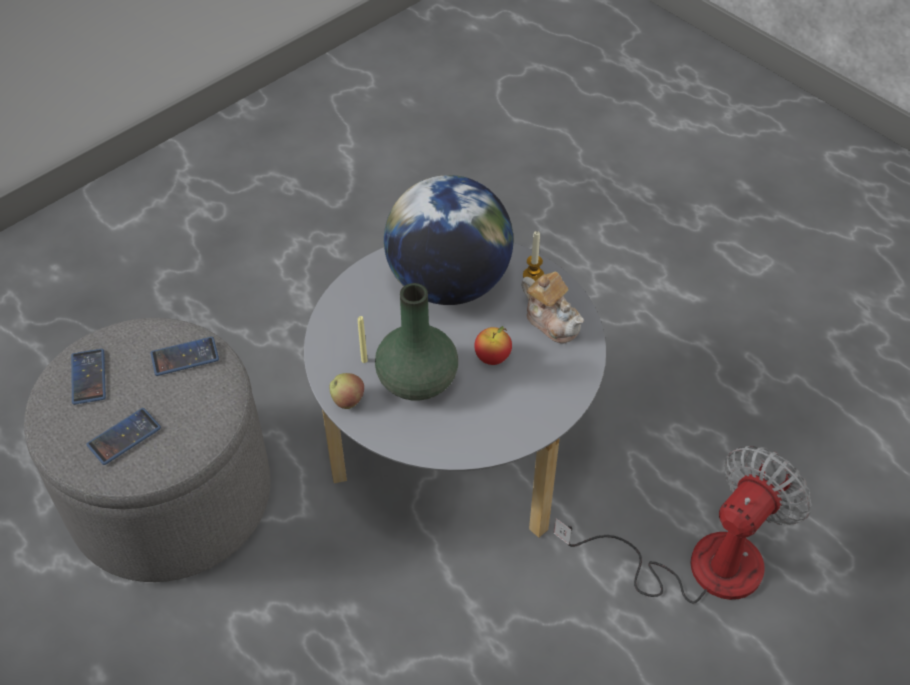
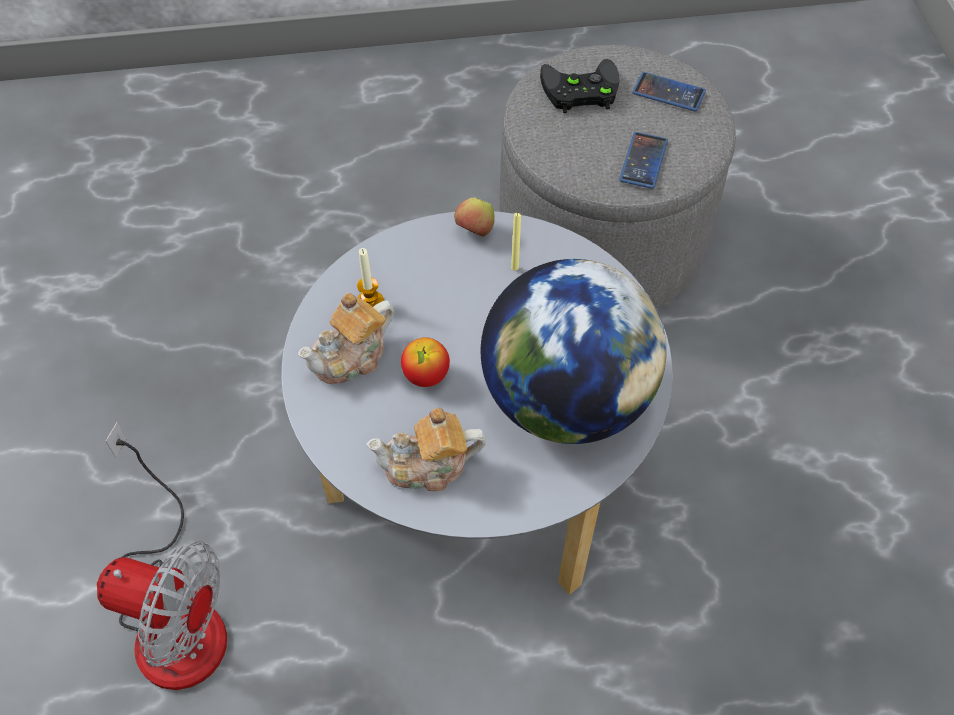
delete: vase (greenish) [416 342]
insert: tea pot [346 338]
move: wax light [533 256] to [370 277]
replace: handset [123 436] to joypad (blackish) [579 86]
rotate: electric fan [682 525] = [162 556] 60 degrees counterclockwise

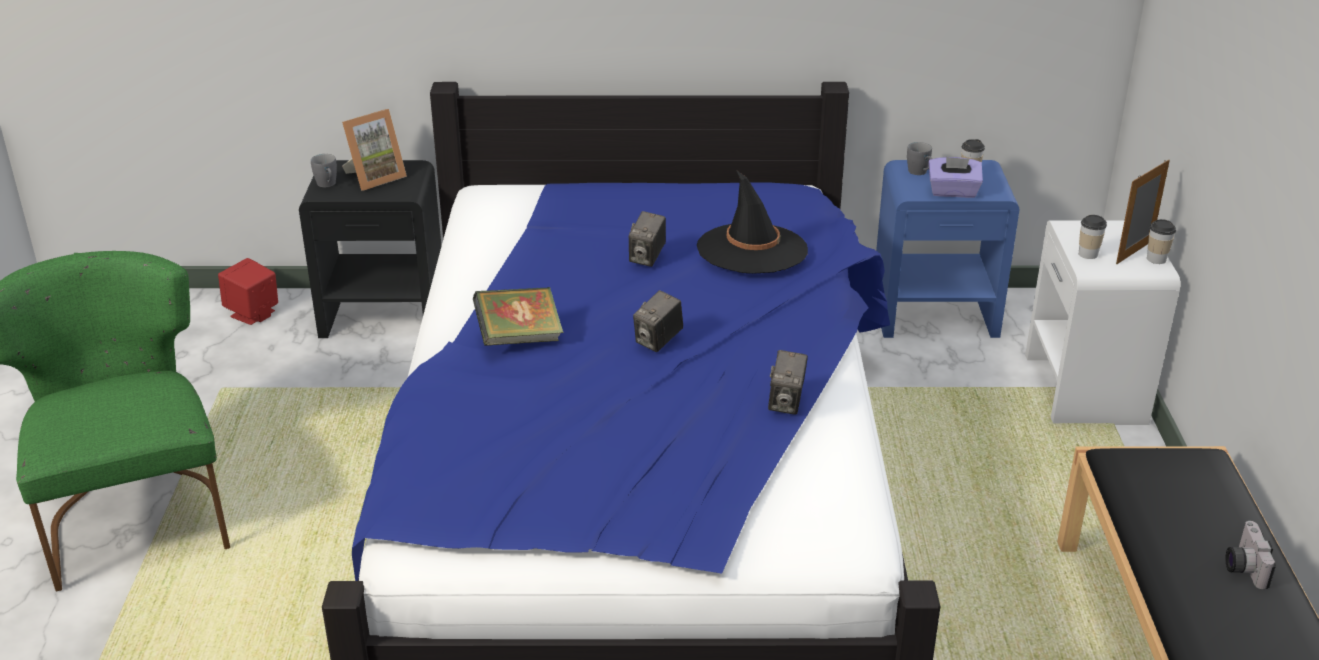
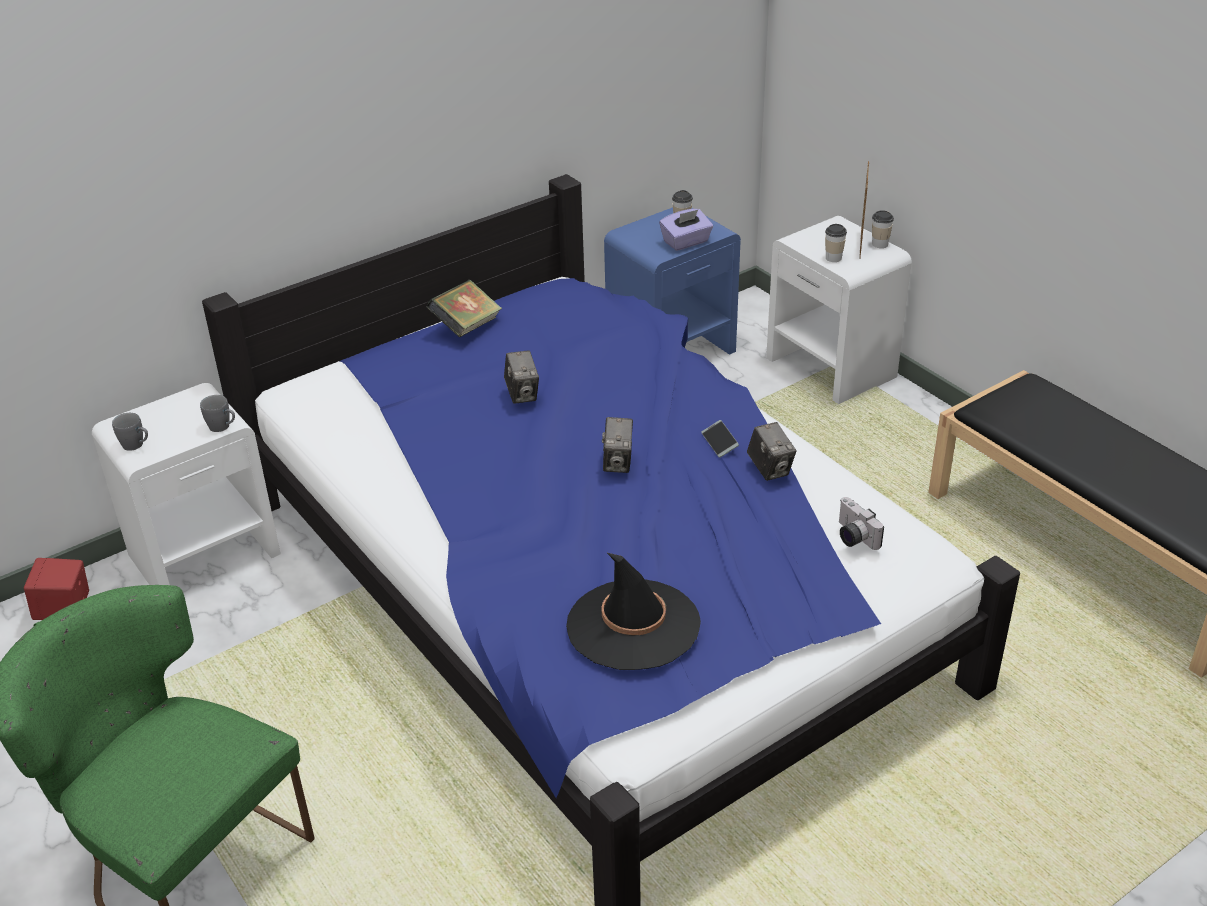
delete: photo frame [374 150]
insert: handset [720 439]
move: coffee mug (grey) [919 158] to [217 413]; bound book [518 316] to [464 308]; clothing hat (blackish) [752 222] to [633 611]; still camera [1250 555] to [861 523]
recolor: bedside table (blackish) [370 249] to bedside table (white) [186 484]

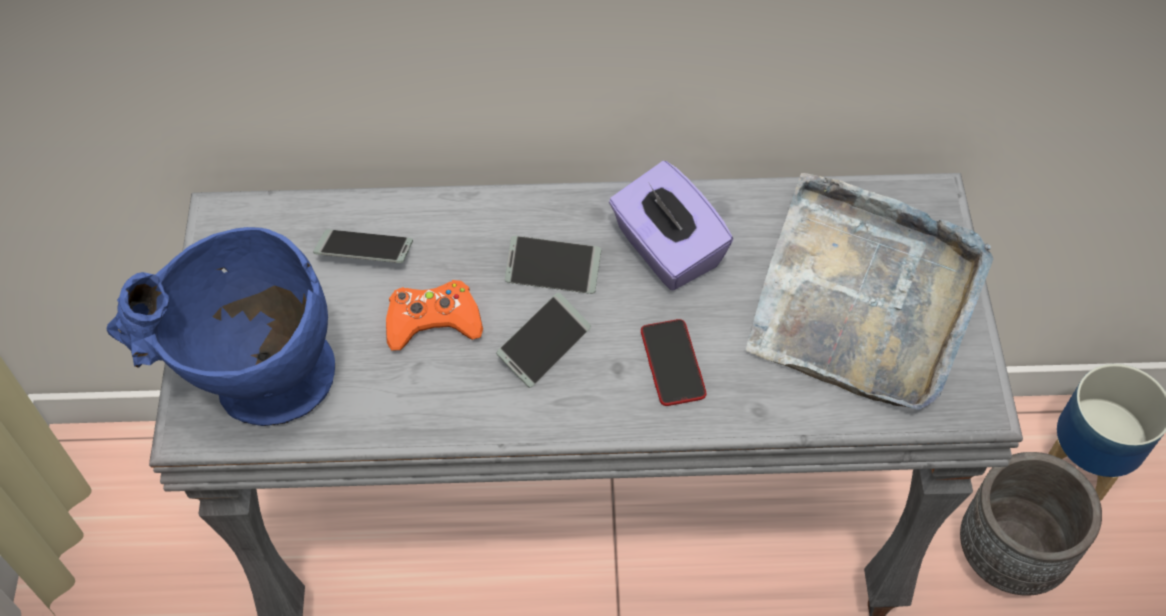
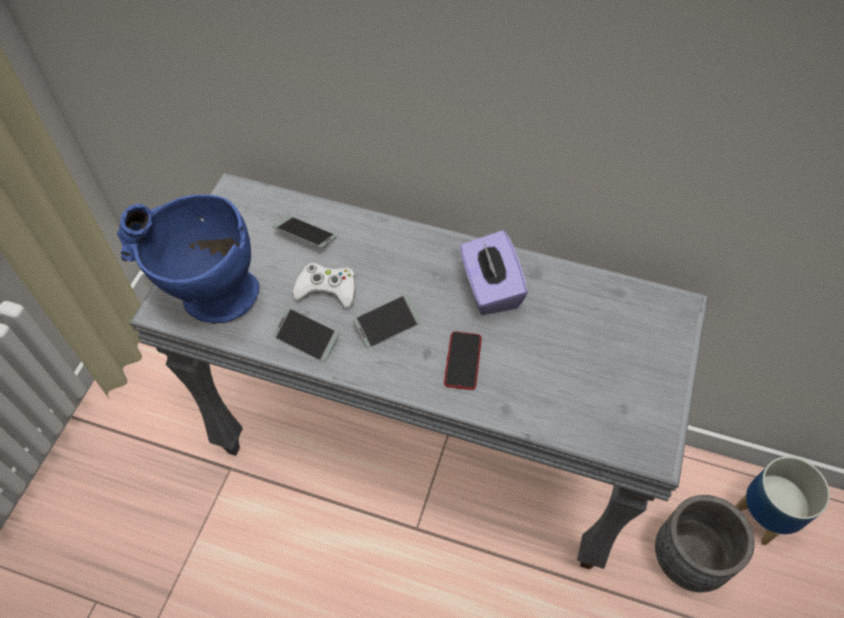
delete: tray (grey) [870 291]
move: handset [553 265] to [306 335]
recolor: joypad (orange) [434 315] to joypad (white) [324 285]

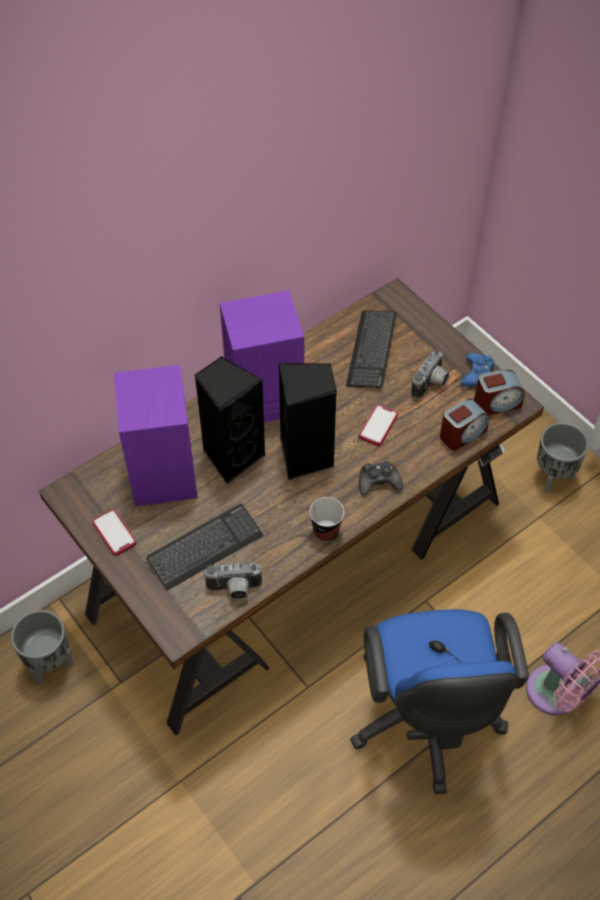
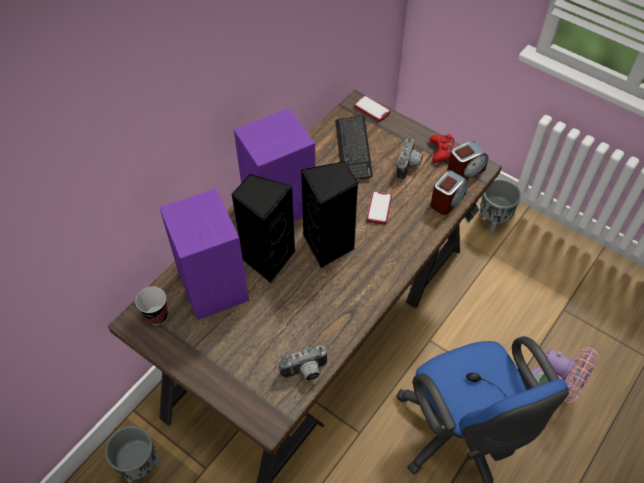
delete: computer keyboard [204 547]; joypad (blackish) [381 478]
move: cup [326 519] to [151 305]; handset [114 533] to [372 109]
recolor: joypad (bluish) [477 370] to joypad (red) [441 148]

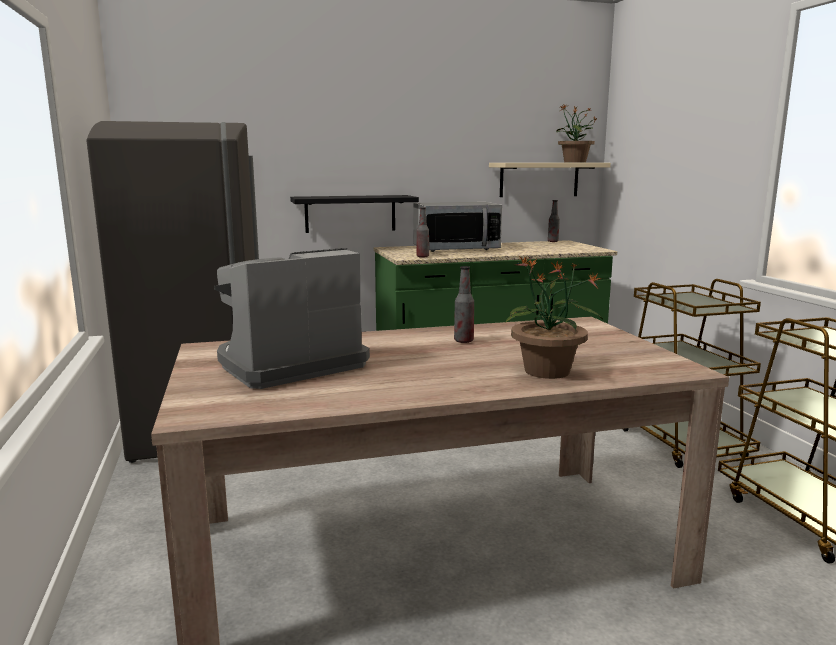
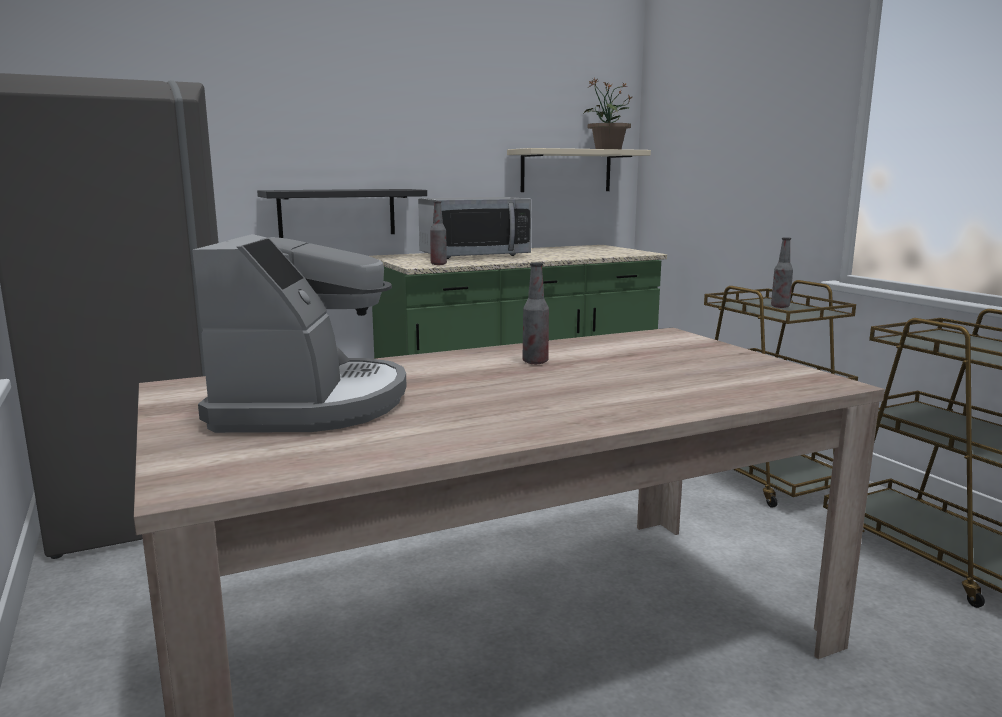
delete: houseplant [554 318]
move: drink bottle [554 221] to [782 272]
rotate: coffee machine [292 318] = [299 333] 135 degrees clockwise

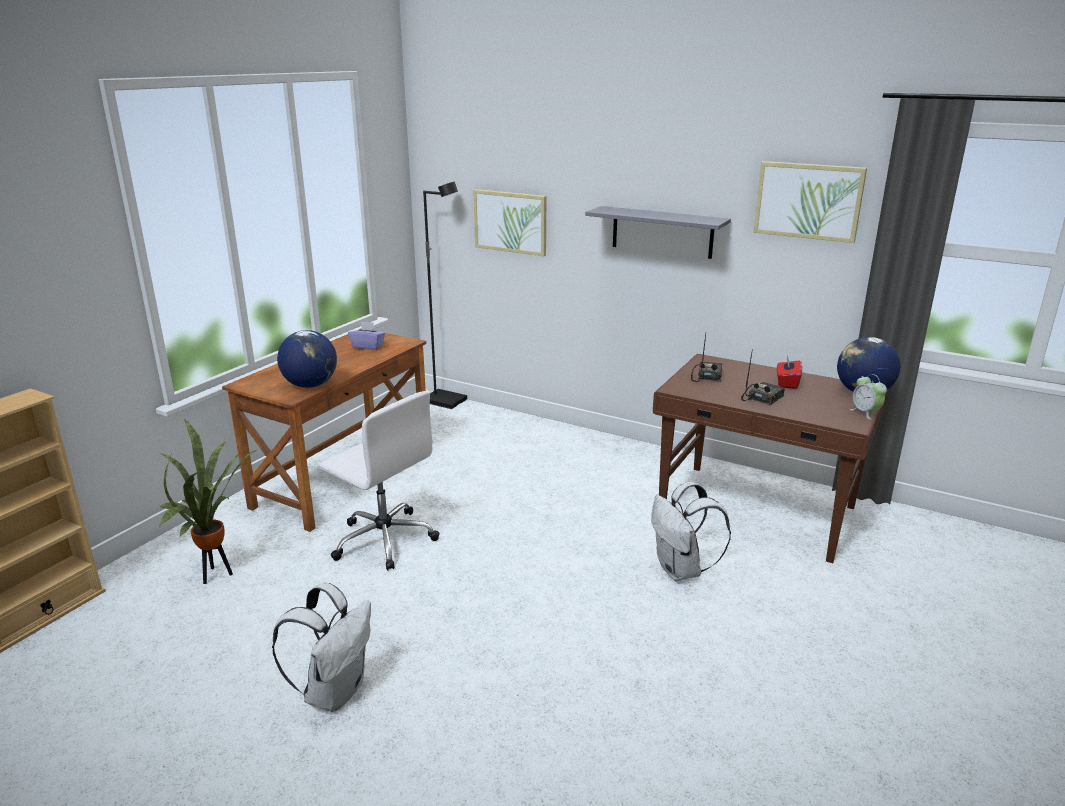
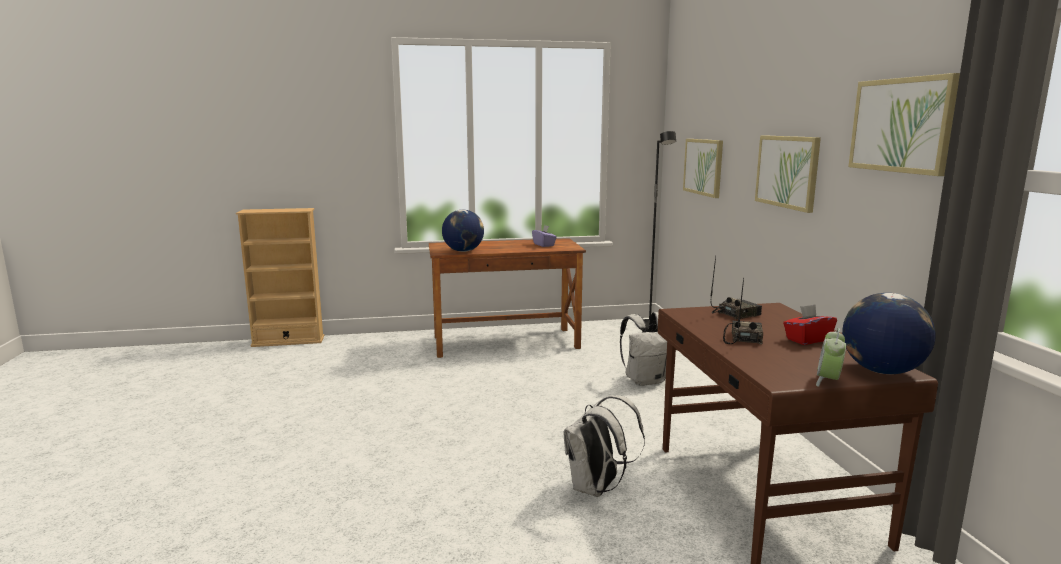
delete: houseplant [208 502]; desk chair (white) [379 481]
move: rucksack (white) [321 647] to [643 349]
replace: bracket shelf (grey) [658 232] to wall picture [788 174]
rotate: radio set [763 377] = [743 311] 75 degrees counterclockwise

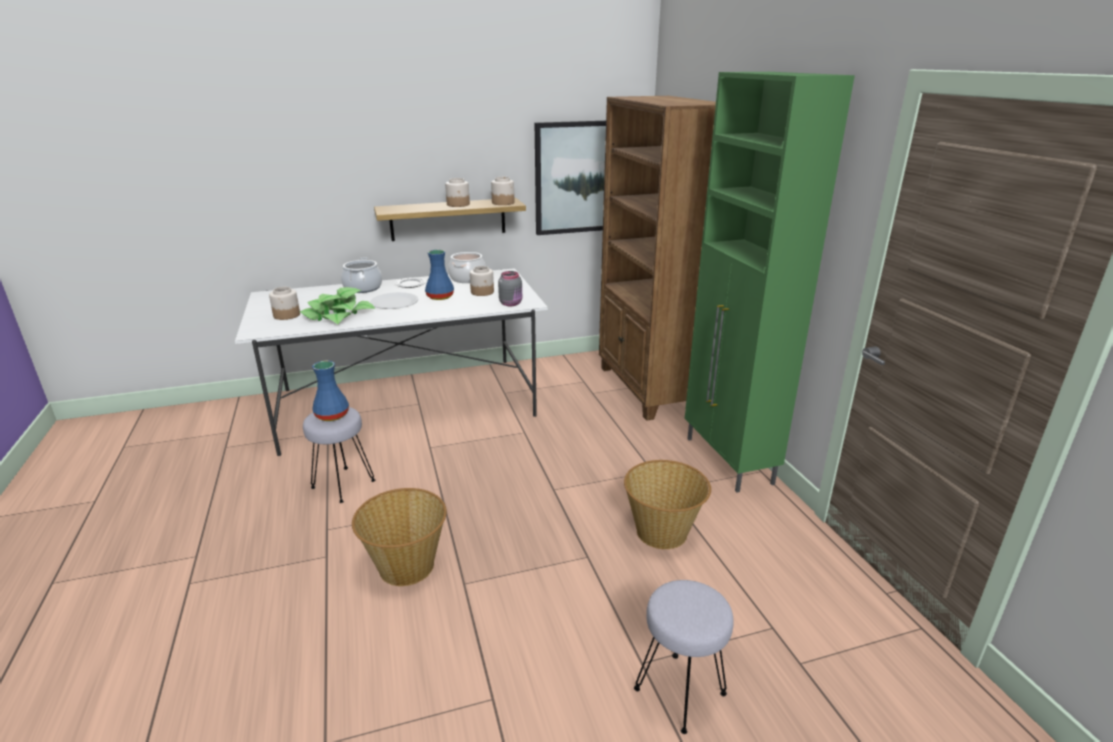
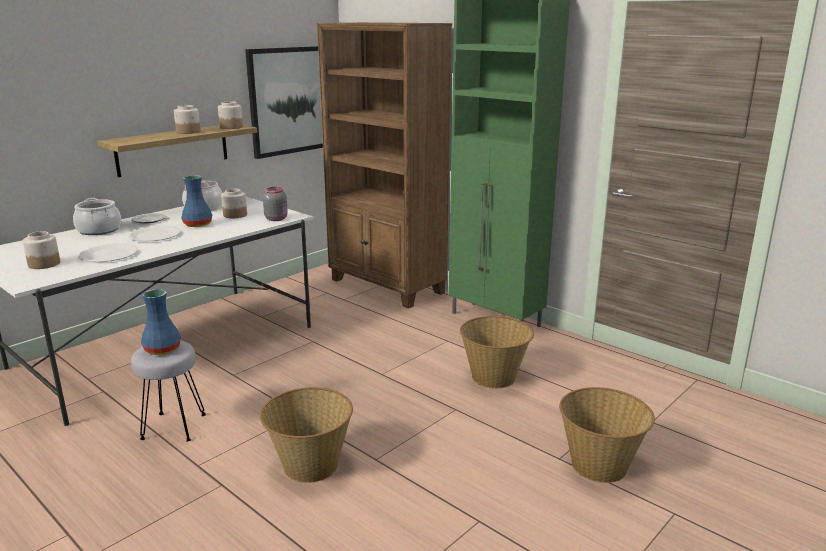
replace: houseplant [337 305] to dinner plate (white) [108 253]; sitting stool (grey) [684 657] to household basket [607 435]

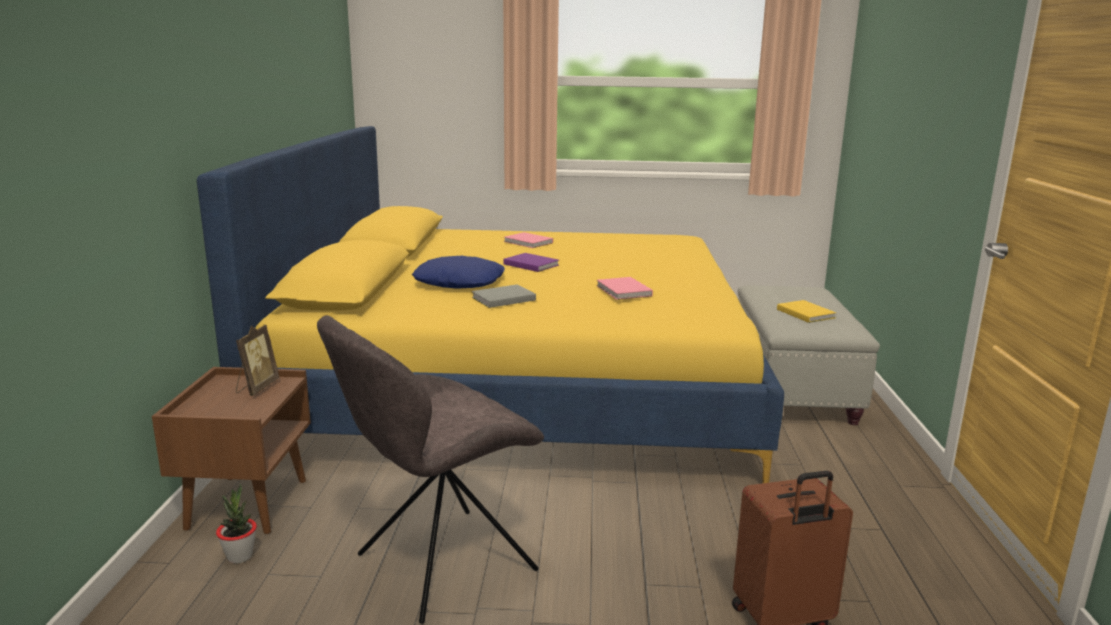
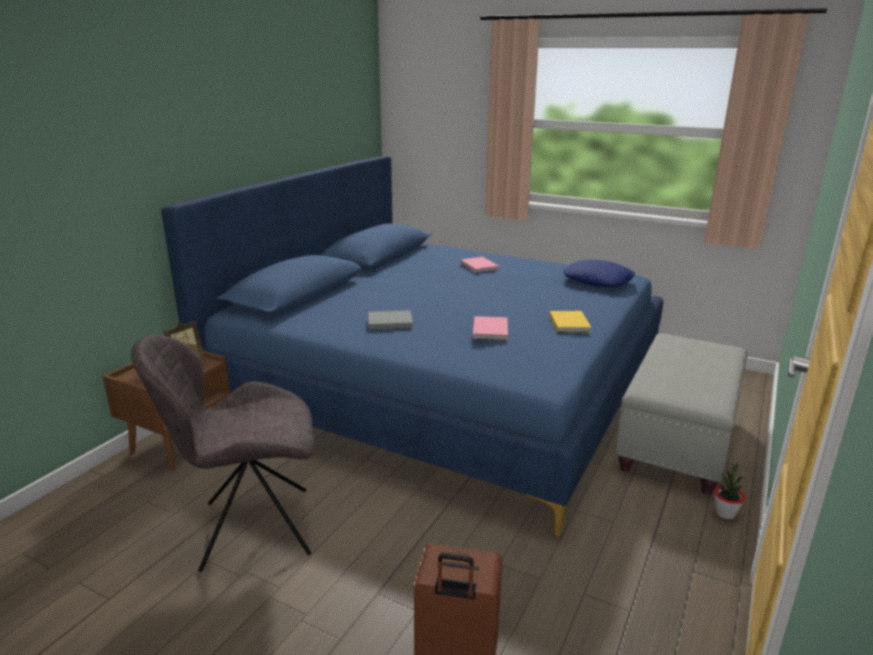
delete: bound book (purple) [531 262]
move: bound book (yellow) [806 311] to [570 322]; pillow (bluish) [458 272] to [599 273]; houseplant [236 523] to [730 490]
recolor: bedroom bed (yellow) [490 304] to bedroom bed (bluish) [412 346]

